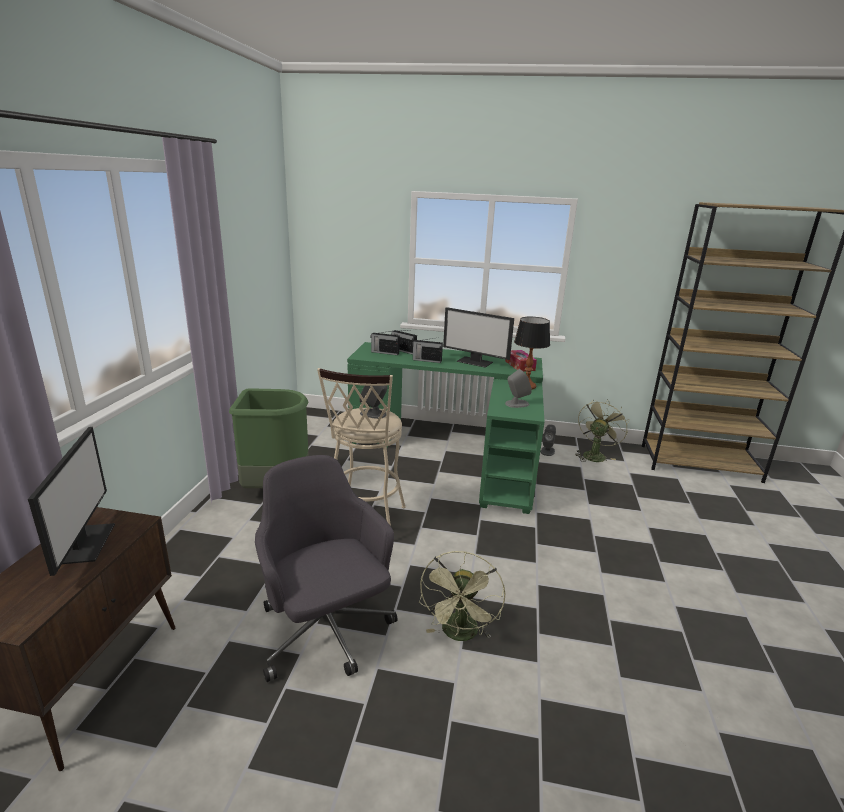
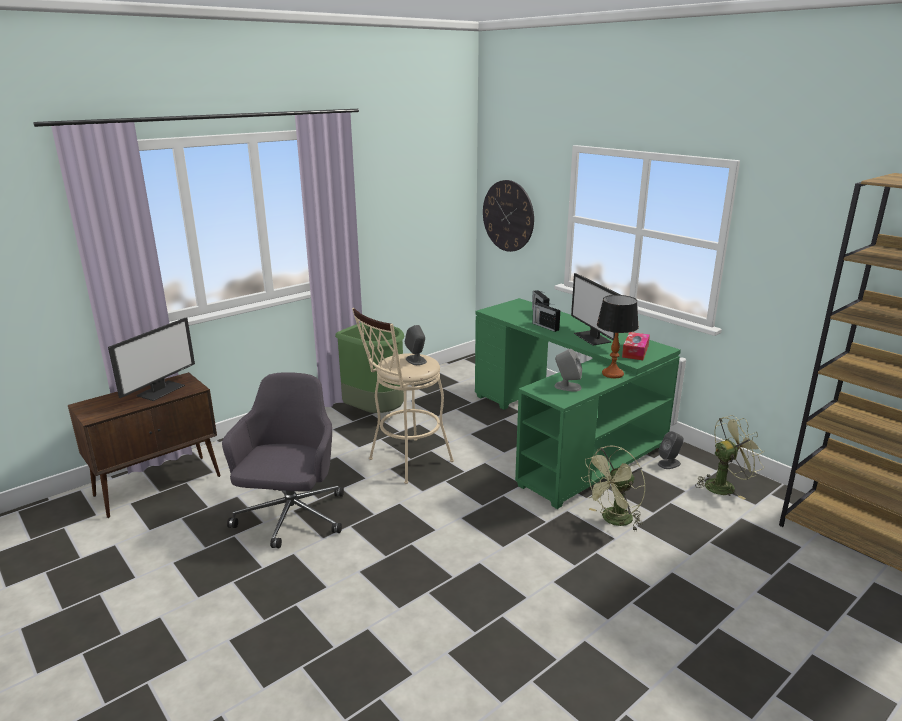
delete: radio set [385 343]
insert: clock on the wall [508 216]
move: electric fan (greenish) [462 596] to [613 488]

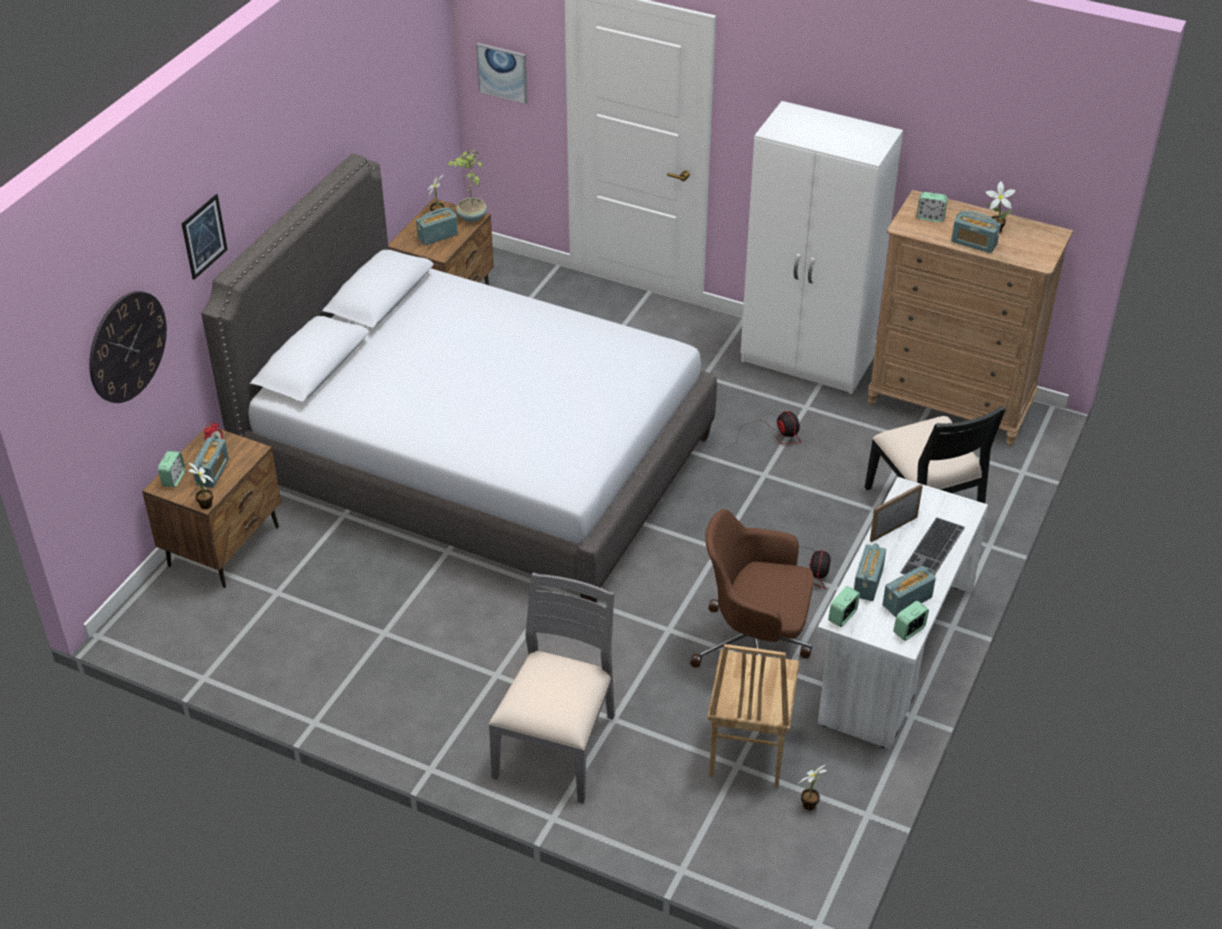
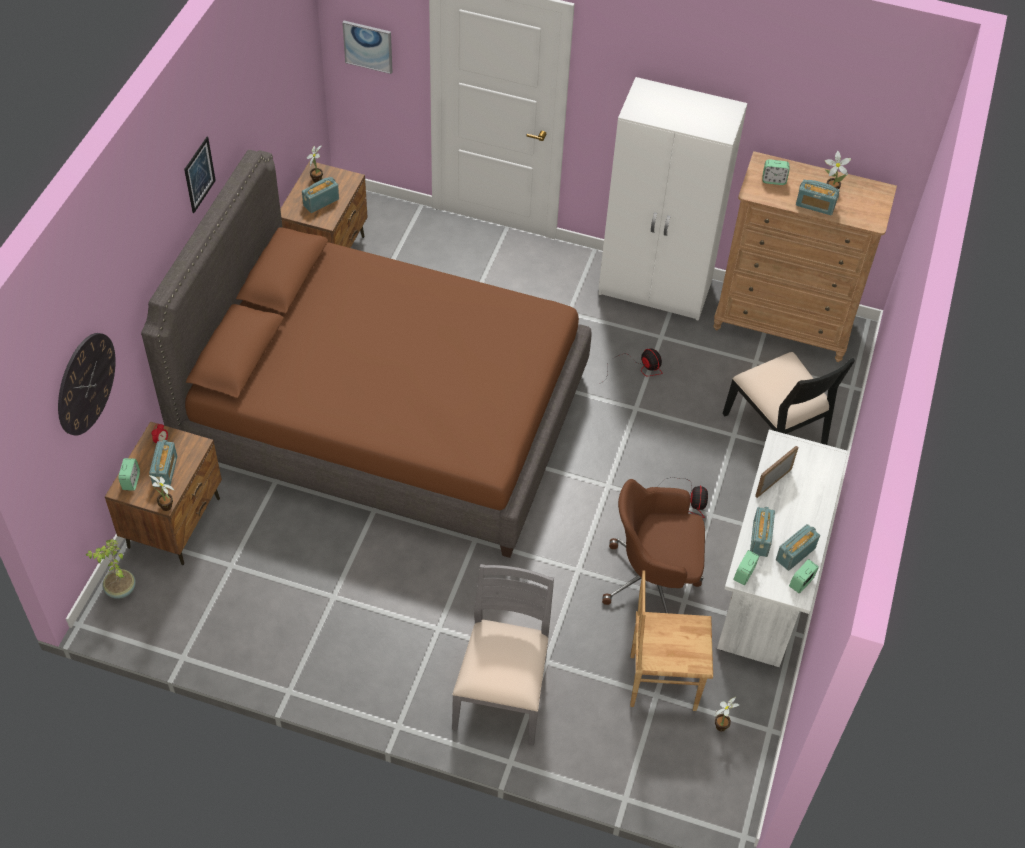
delete: computer keyboard [932 546]
move: houseplant [467 186] to [111 569]; wall picture [204 237] to [200 175]
recolor: bedroom bed (grey) [459 378] to bedroom bed (brown) [366 354]
rotate: chair (brown) [753 715] = [671 640] 90 degrees clockwise

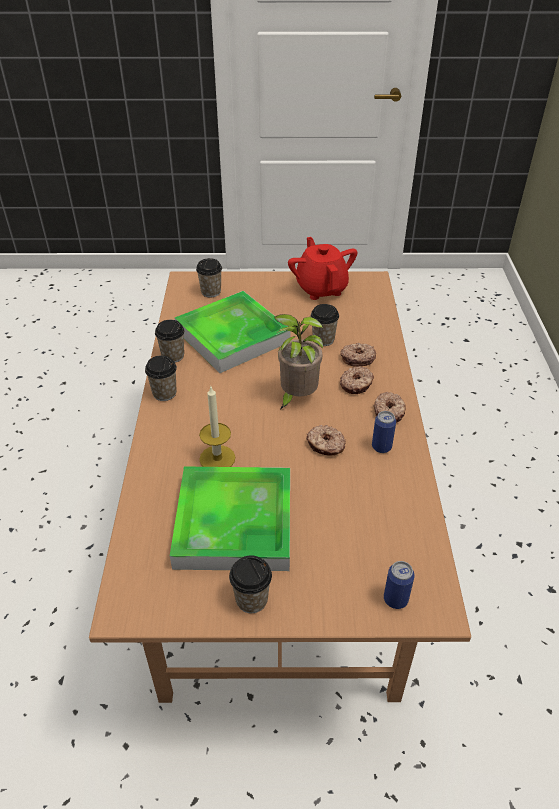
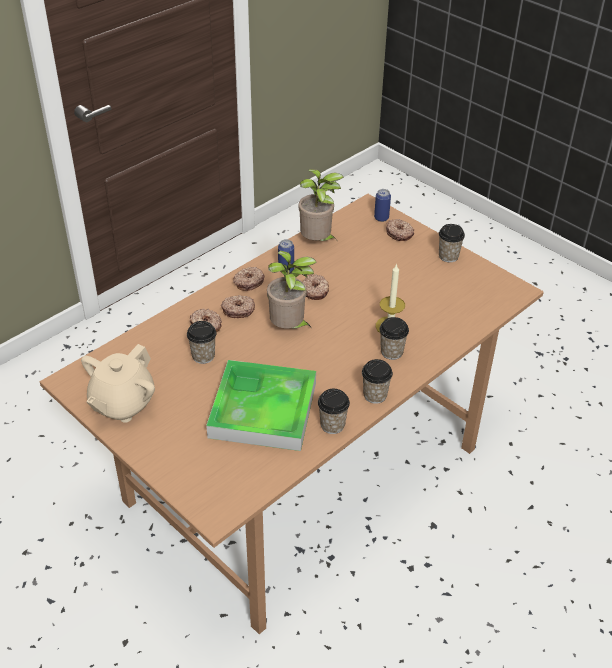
delete: tray [230 518]
insert: houseplant [321 205]; donut [400 230]
move: cup [209 277] to [394 338]
recolor: tea pot (red) [322 268] to tea pot (sand-coloured) [118 383]

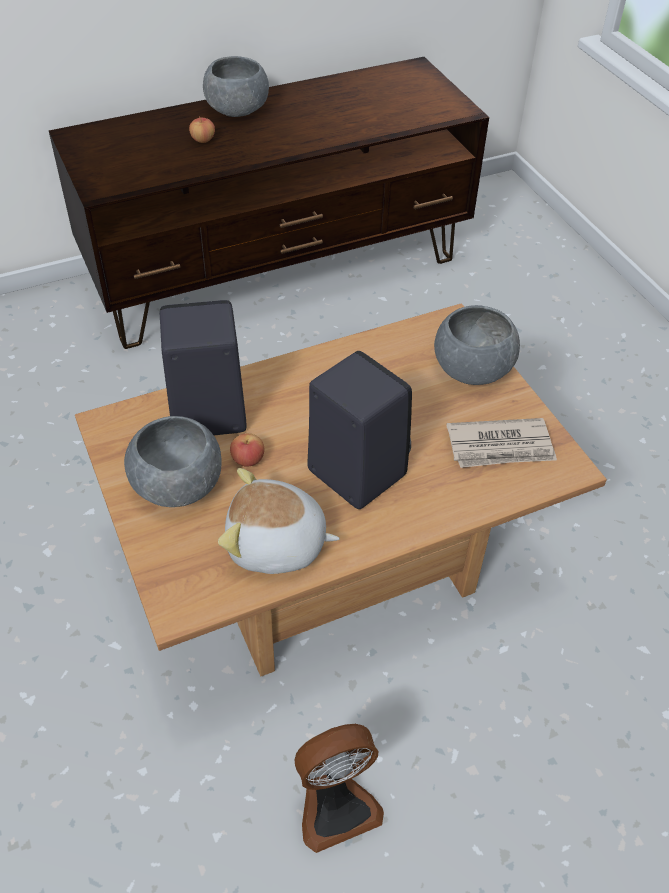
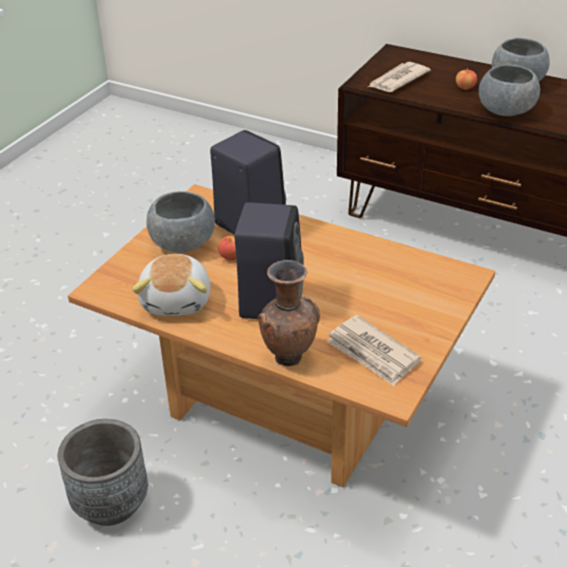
insert: vase (brown) [289 313]; newspaper [399 77]
move: serving bowl (grey) [477 345] to [509 90]
replace: electric fan [339 788] to flower pot (grey) [103 472]
rotate: cuddly toy [279 521] = [171 285] 150 degrees counterclockwise

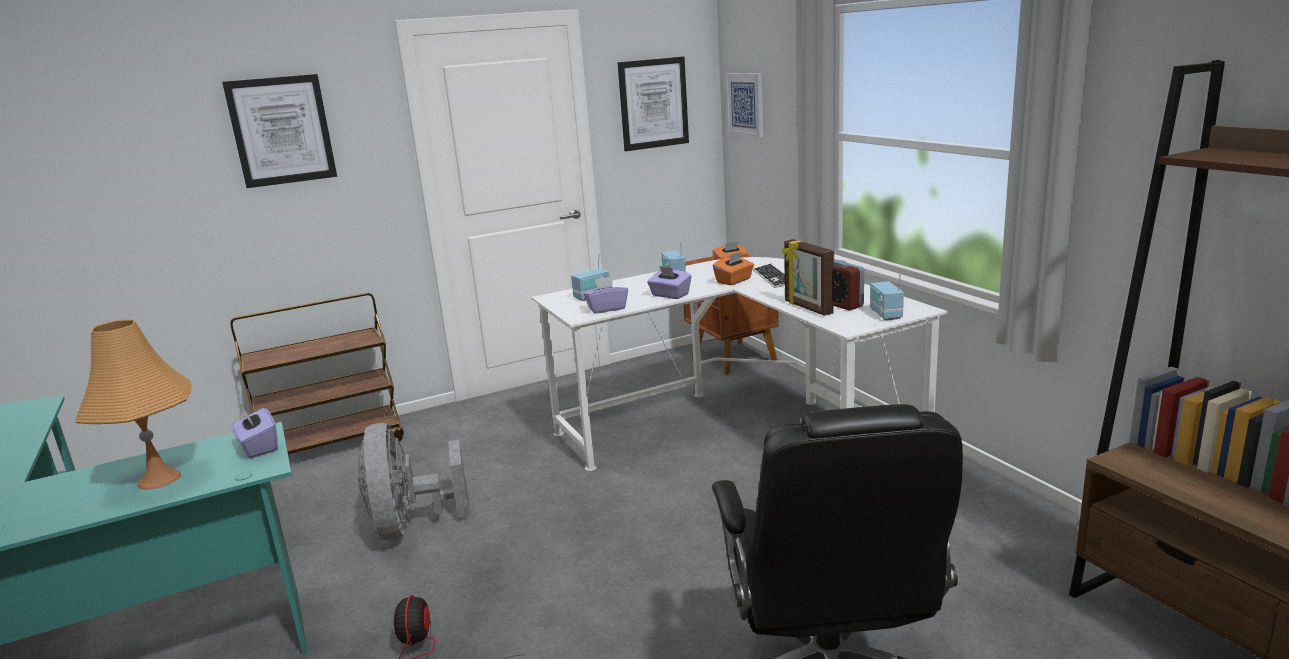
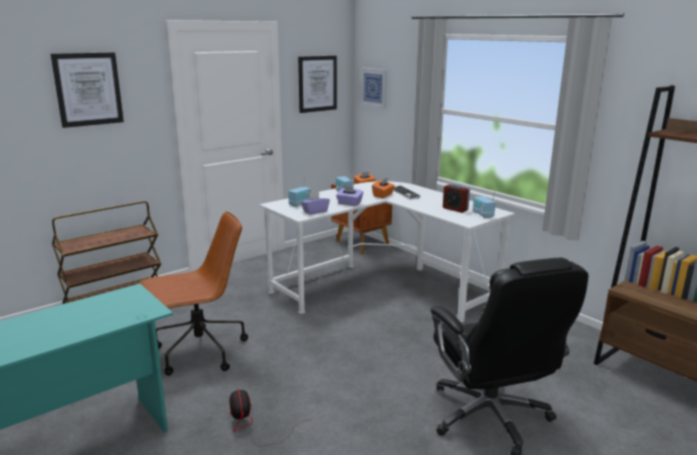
delete: table lamp (orange) [133 405]; tissue holder (purple) [255 432]; photo frame [808 277]
replace: electric fan (grey) [414 481] to desk chair (brown) [193 293]

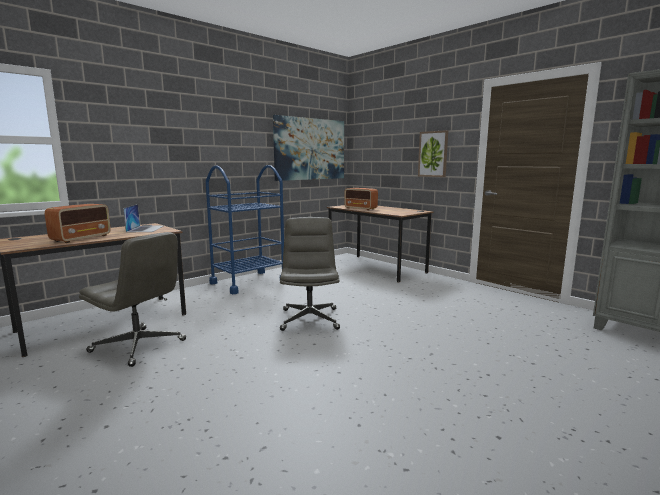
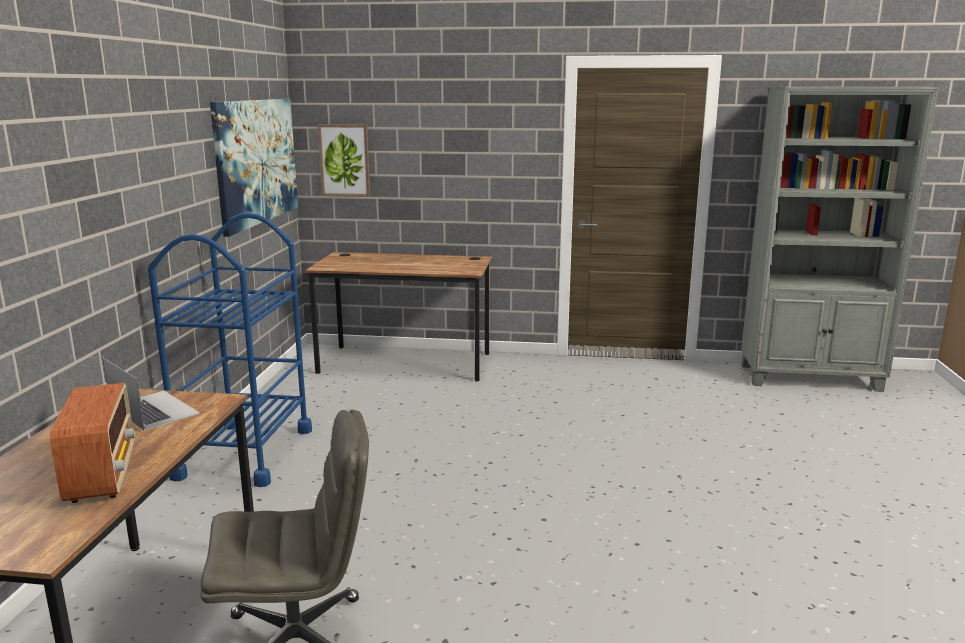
delete: desk chair (grey) [310 274]; radio set [361 199]
move: wall picture [433 153] to [344 160]

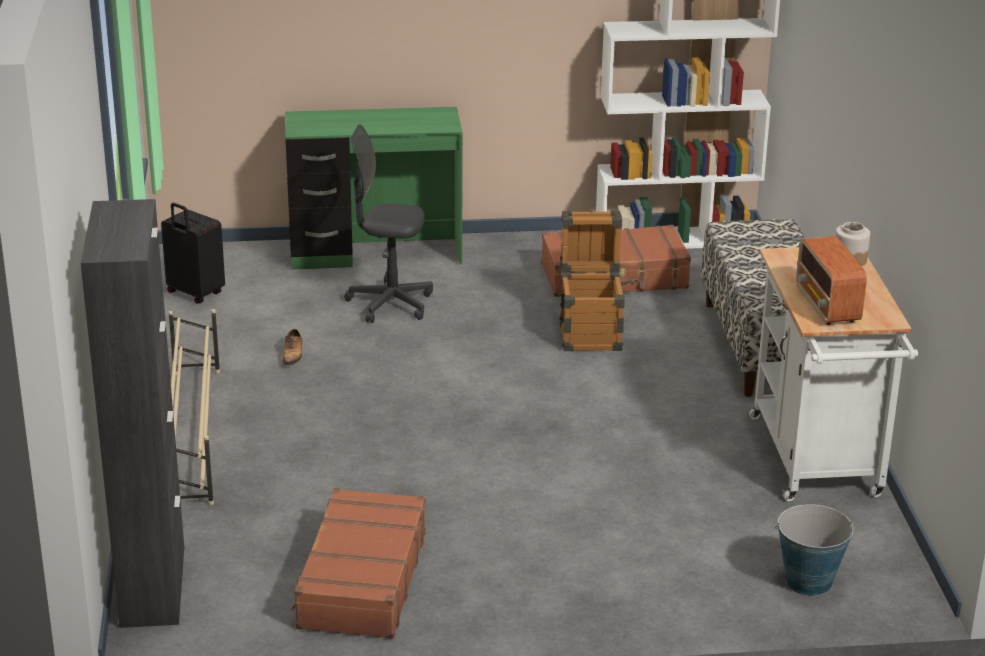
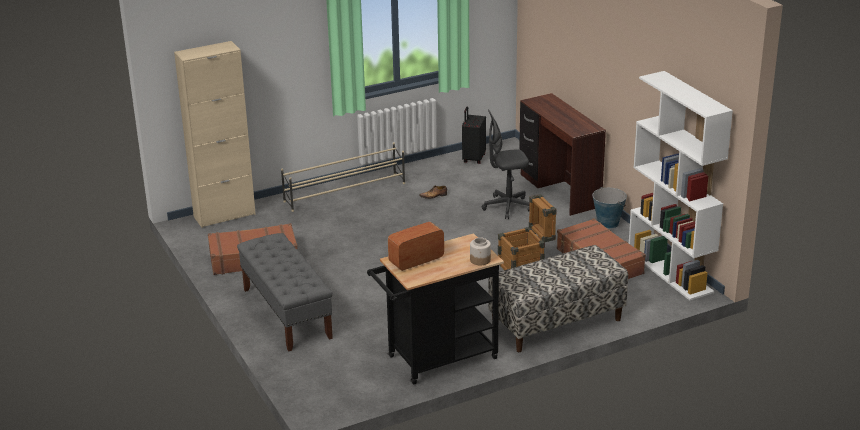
insert: indoor bench (grey) [285 292]
move: bucket [814 550] to [610 208]
recolor: cabinet (blackish) [132 413] to cabinet (sand-coloured) [215 134]; cart (white) [833 374] to cart (blackish) [435 308]; desk table (greenish) [374 188] to desk table (brown) [562 154]
rotate: desk chair (grey) [388 223] = [506 164] 90 degrees counterclockwise

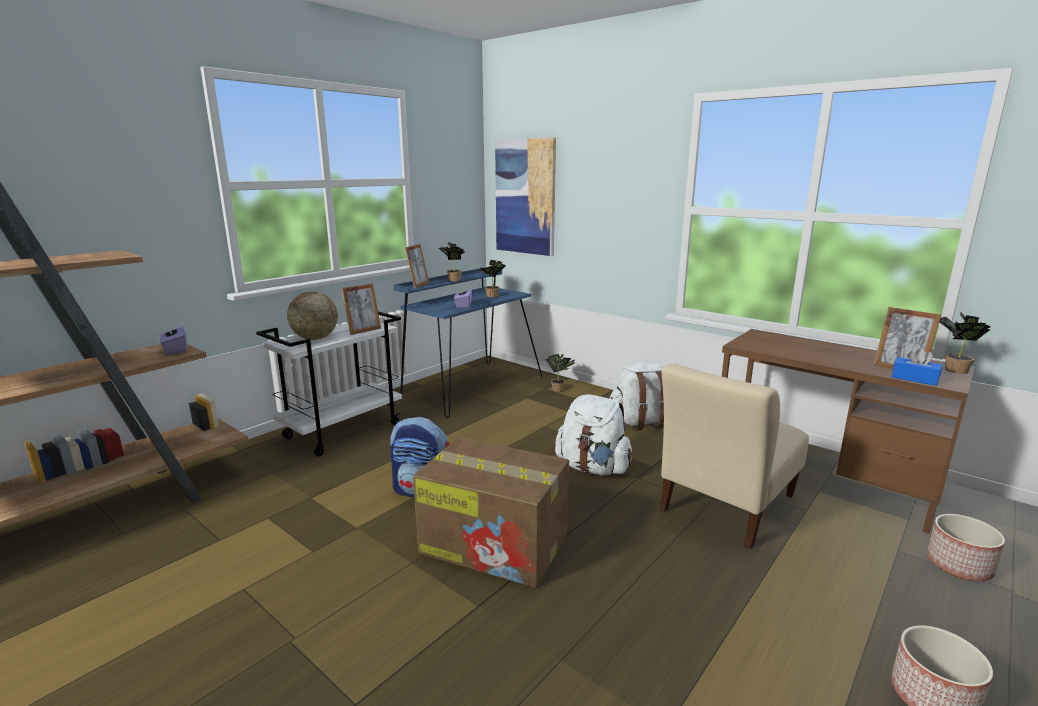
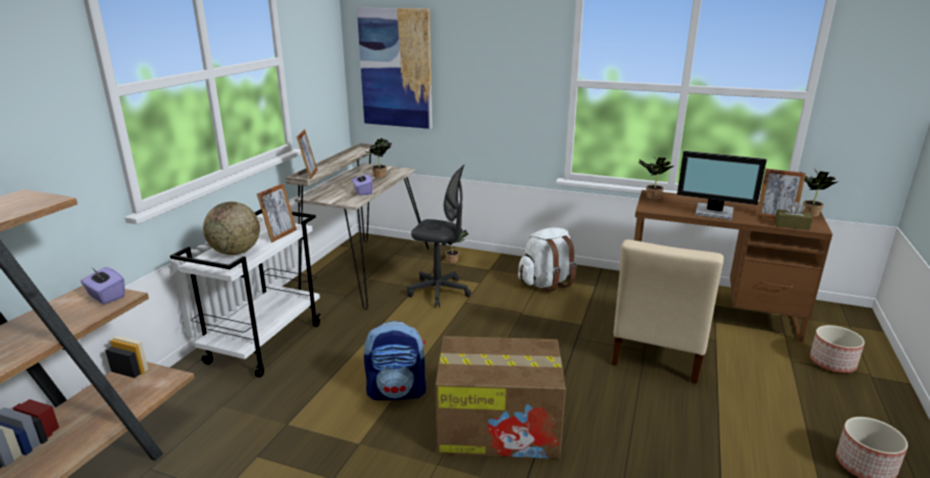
delete: rucksack (white) [594 434]
insert: desk chair (grey) [439 236]; monitor [722 185]
move: houseplant [452 261] to [656 178]
recolor: desk table (bluish) [468 342] to desk table (sand-coloured) [357 226]; tissue holder (bluish) [917 367] to tissue holder (brown) [794 216]

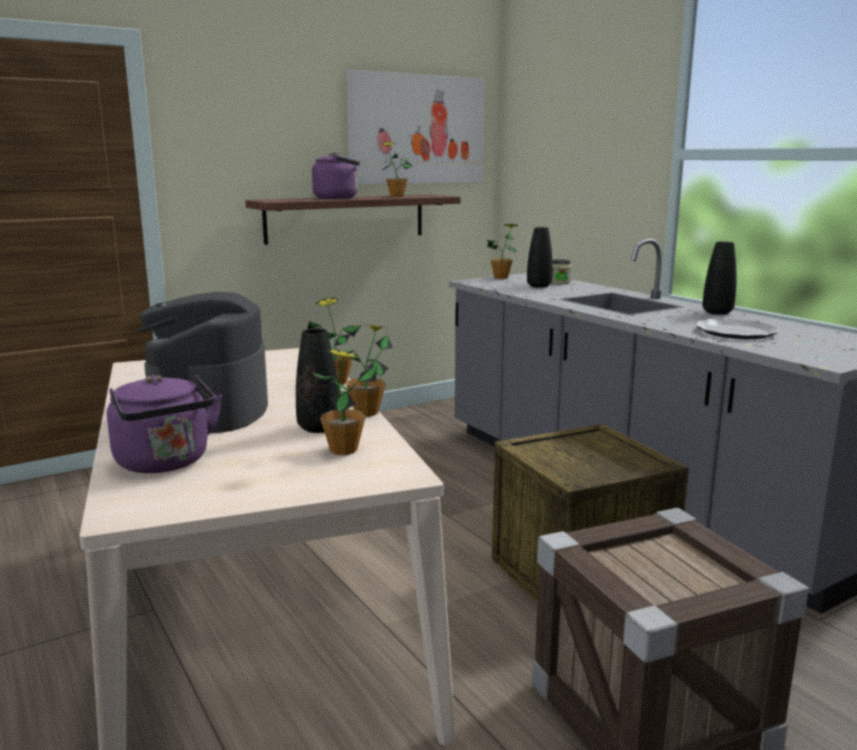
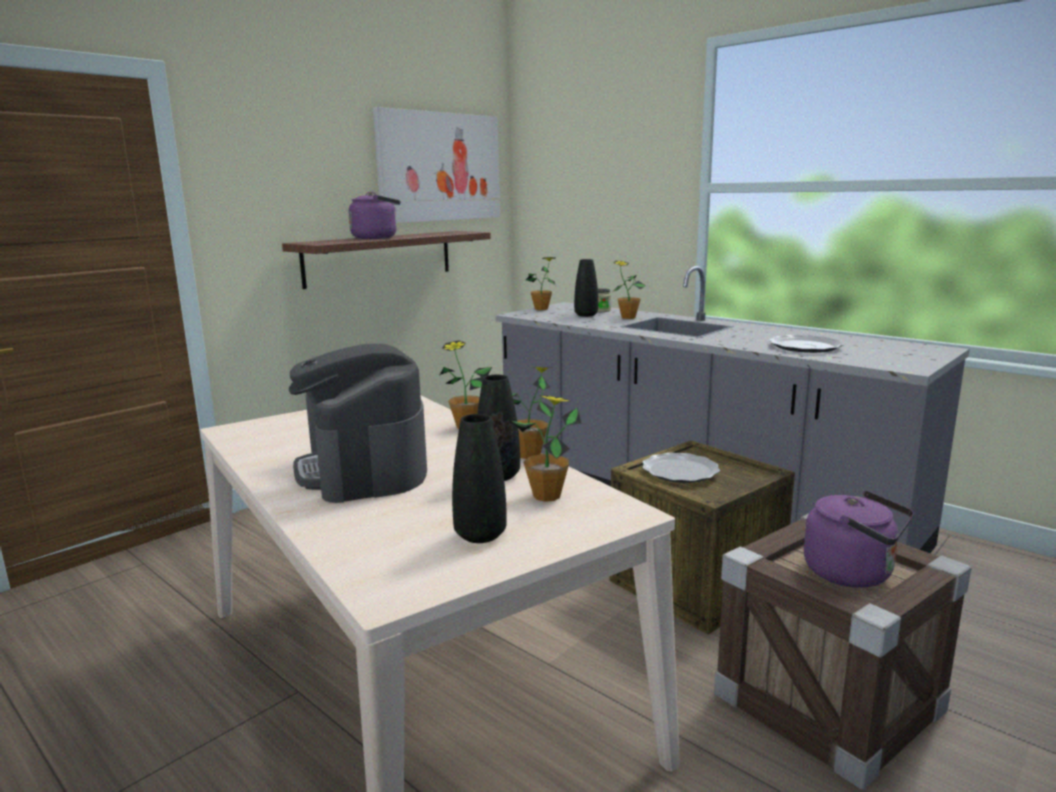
insert: dinner plate [681 468]
move: vase (blackish) [720 278] to [479 478]; houseplant [397 169] to [629 290]; kettle (purple) [164 423] to [859 539]

